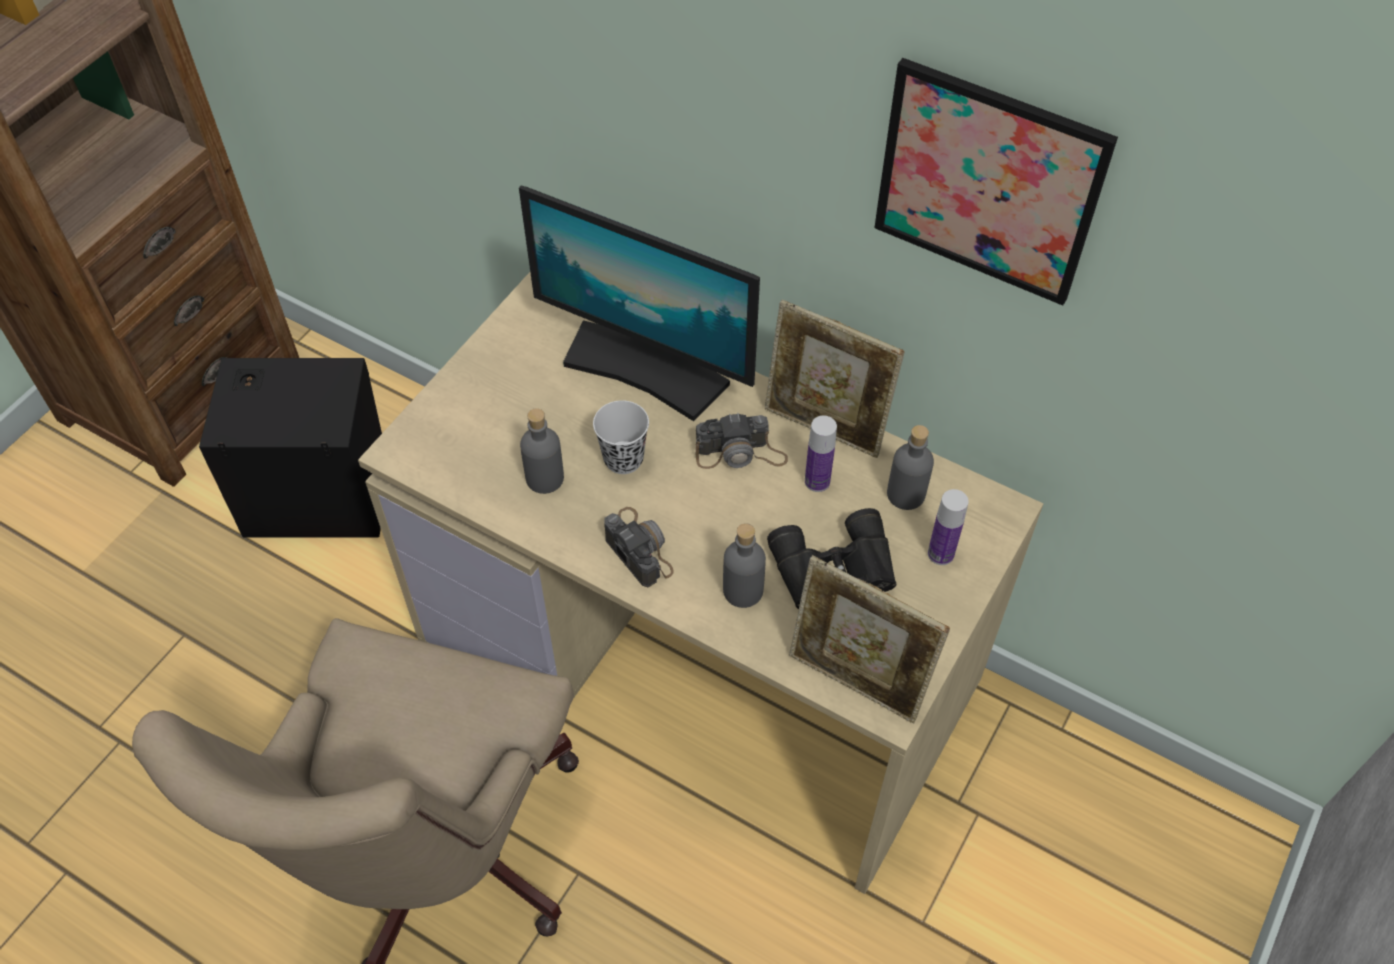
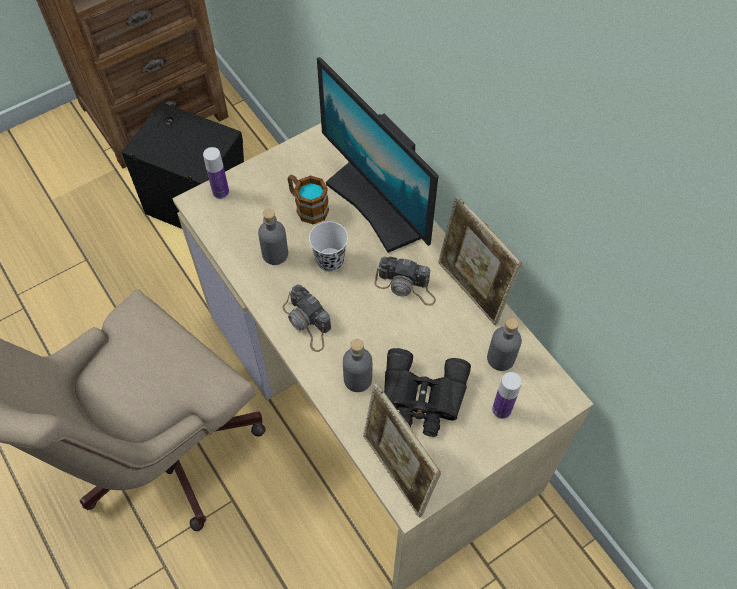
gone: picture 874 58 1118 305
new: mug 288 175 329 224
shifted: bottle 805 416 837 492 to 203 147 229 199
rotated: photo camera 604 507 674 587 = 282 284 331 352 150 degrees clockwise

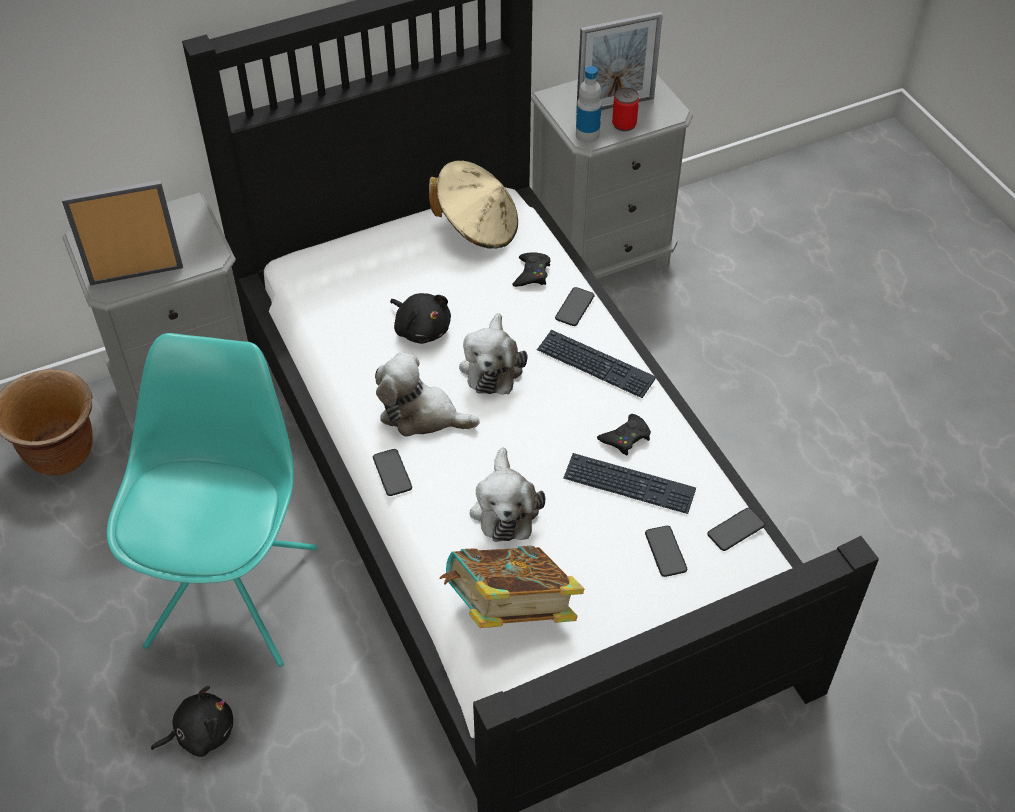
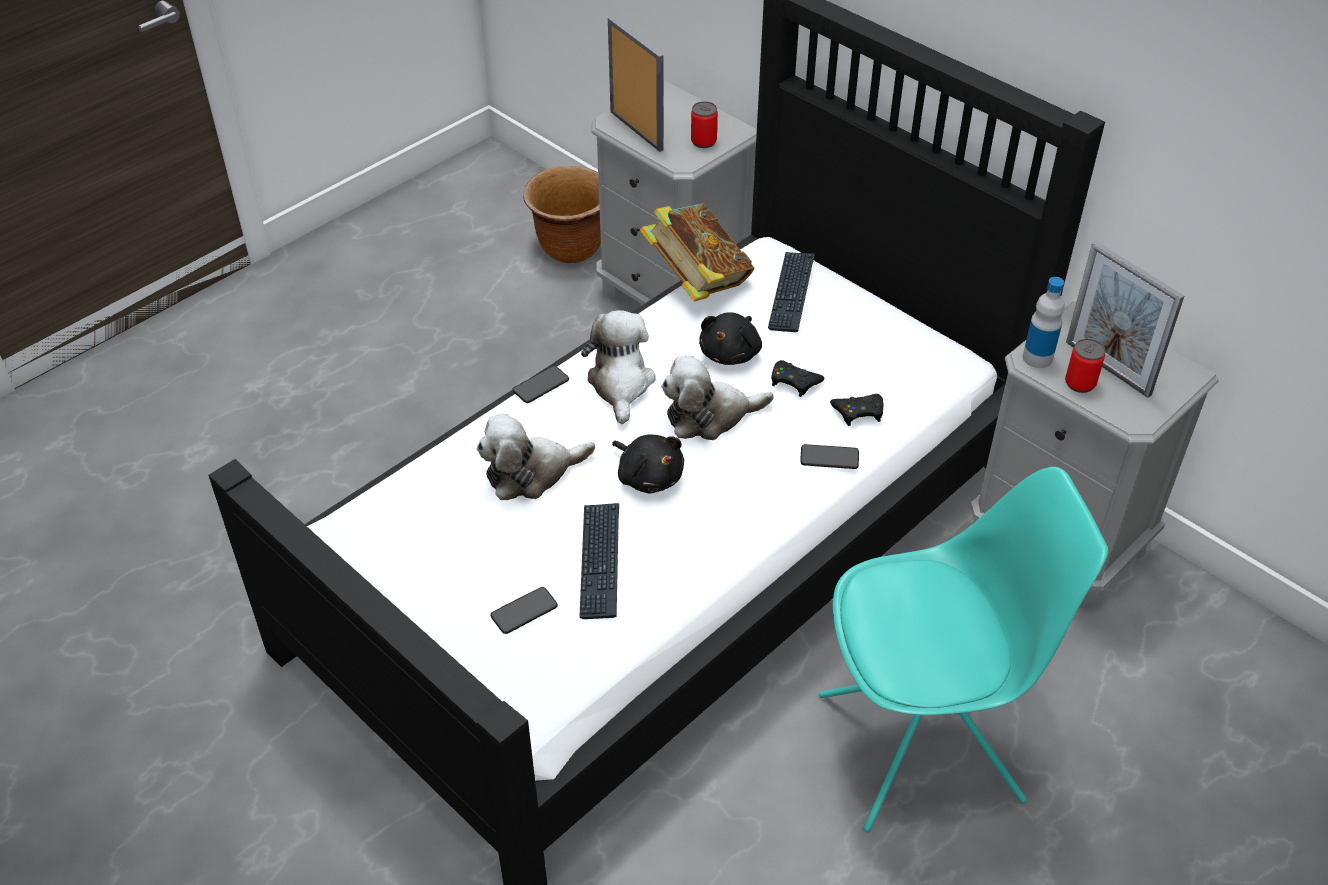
gone: hat (beige) 429 161 518 249; phone 707 508 765 551
new: can 691 101 718 148
shifted: chair (turquoise) 107 333 317 667 to 819 467 1108 832; plush toy (black) 151 686 233 757 to 612 434 684 493; book 440 546 584 628 to 640 203 754 302; keyboard 537 330 656 398 to 768 252 815 332; game controller (black) 597 414 651 456 to 771 360 825 397

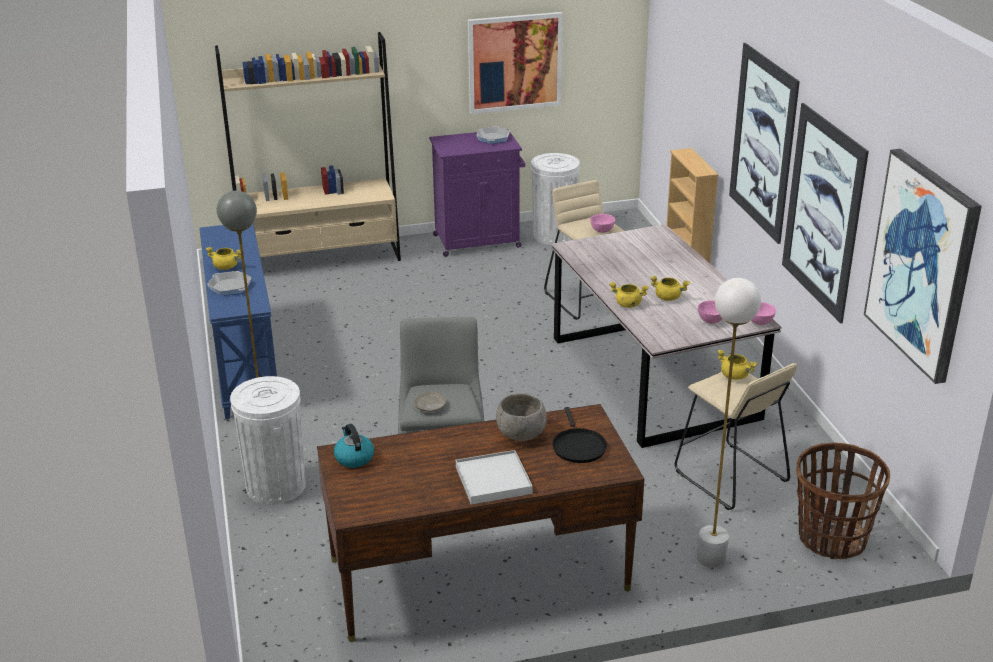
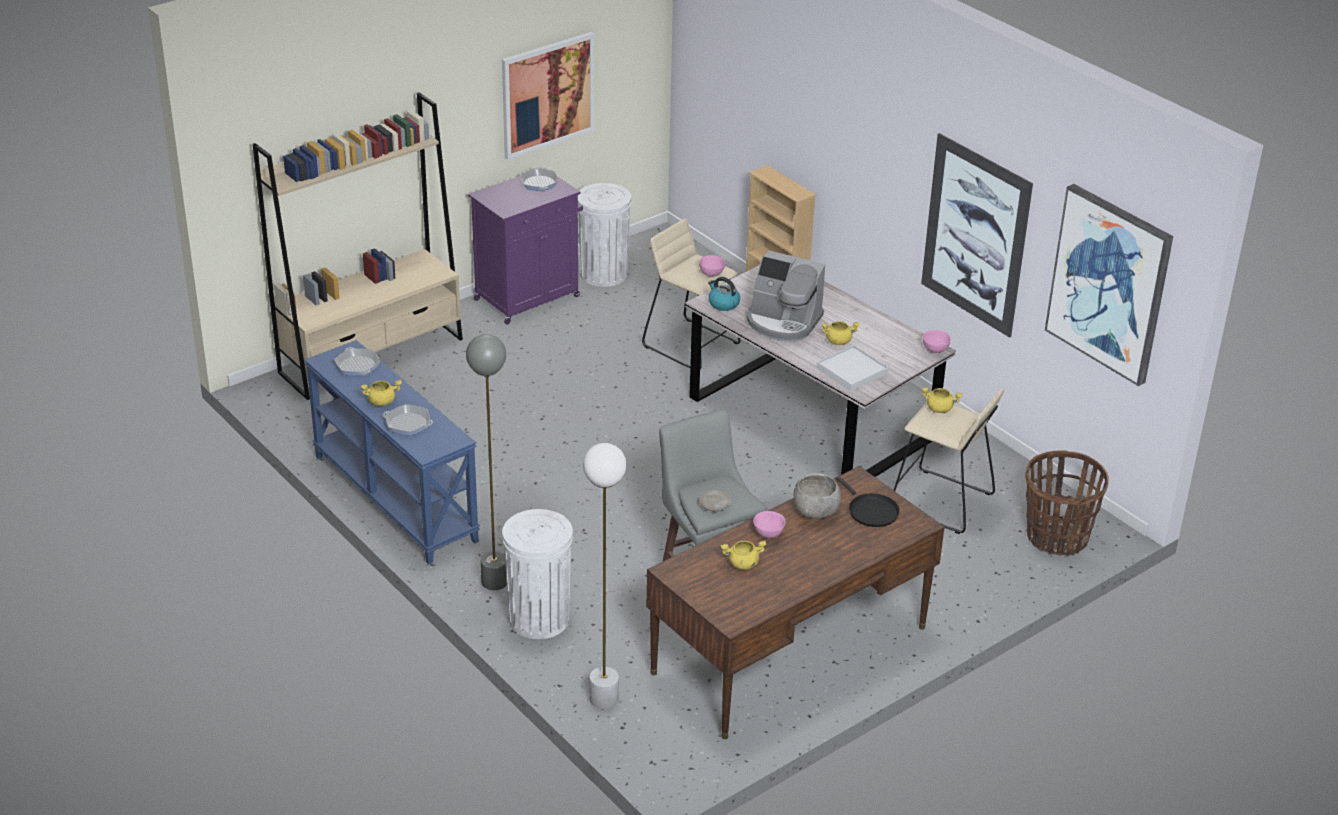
gone: picture 729 43 800 244
new: frying pan 334 347 380 376; coffee machine 747 251 825 342
shifted: kettle 334 424 374 468 to 708 277 740 311; tray (white) 456 450 533 505 to 817 345 888 391; cooking pot (yellow) 609 282 649 308 to 720 541 766 570; floor lamp (white) 697 278 761 568 to 583 443 626 709; bowl (pink) 698 300 722 324 to 753 511 786 538

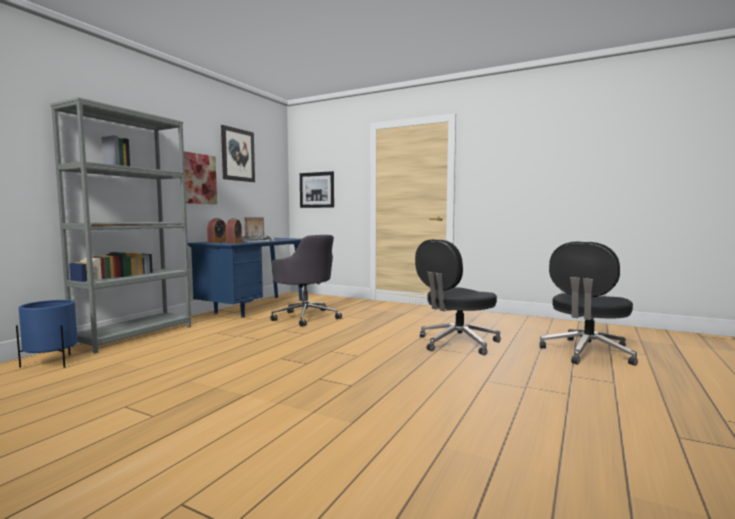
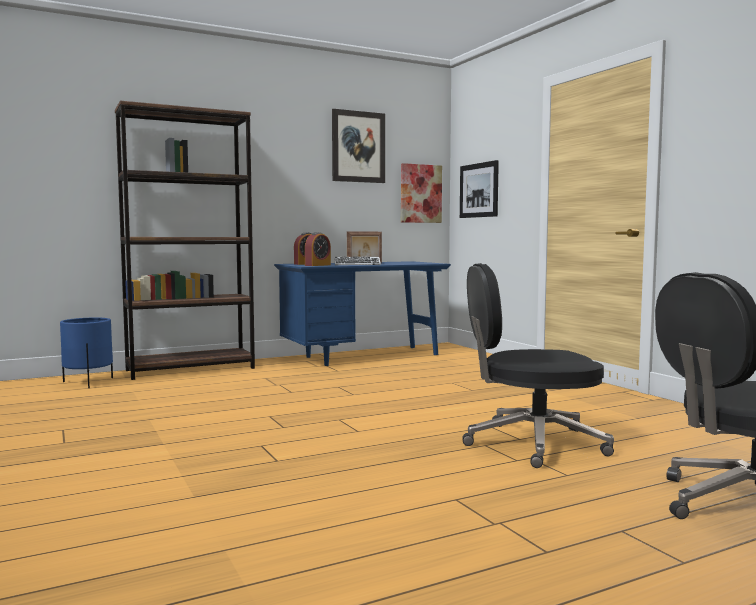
gone: office chair (grey) 270 235 342 326
shifted: picture 184 151 217 204 to 401 163 442 223
repainted: bookcase (grey) 50 97 191 353 to bookcase (brown) 115 101 255 380

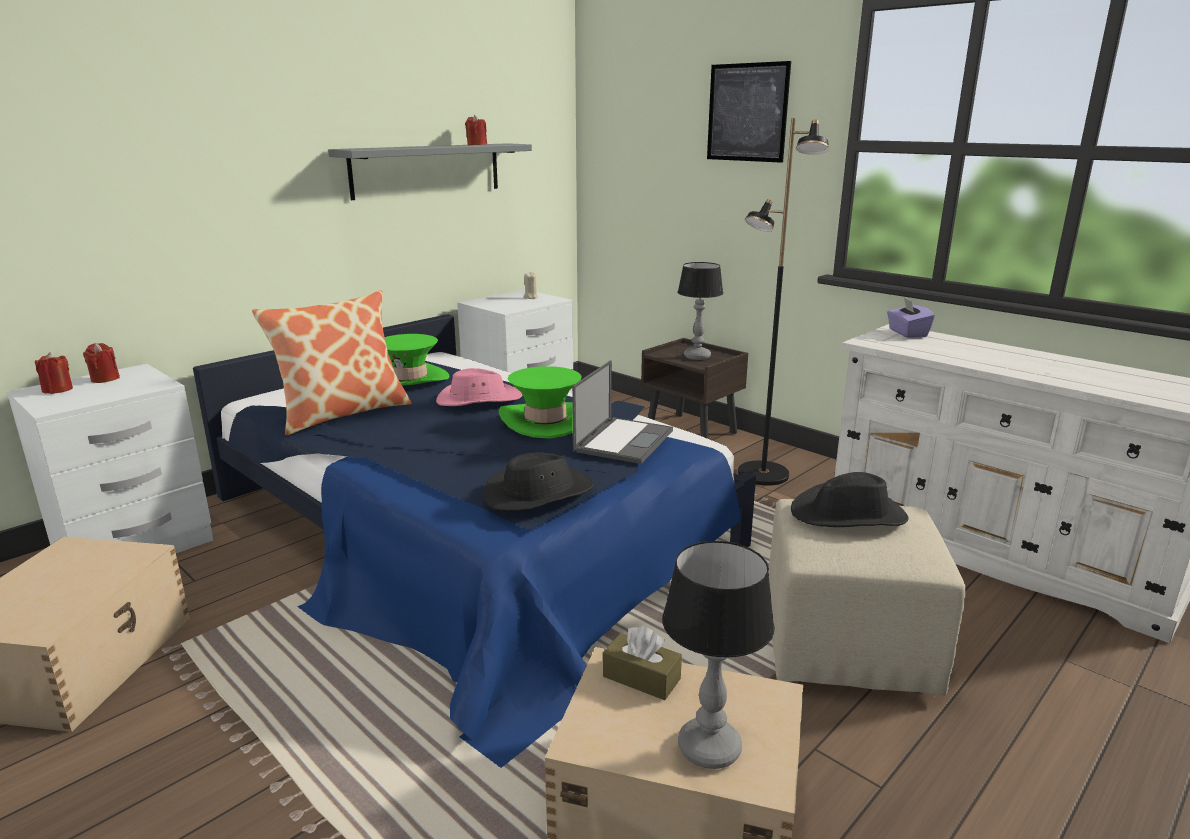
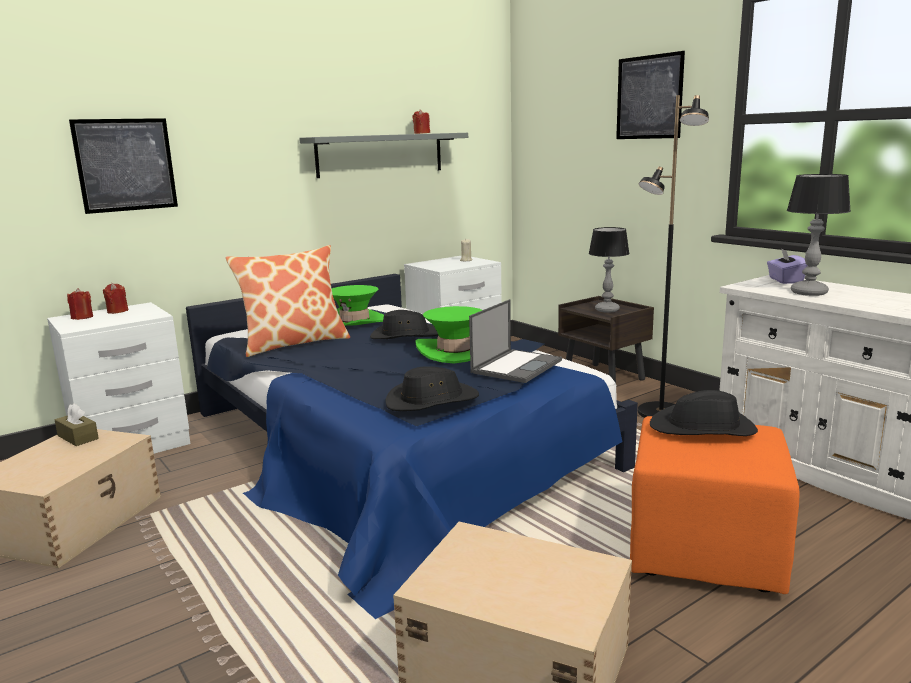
new: picture 69 118 178 214
shifted: tissue box (brown) 603 626 682 700 to 55 403 99 446; table lamp 662 541 774 769 to 787 174 851 296
repainted: hat (pink) 436 368 522 406 to hat (black) 370 310 438 339; ottoman (beige) 769 499 965 696 to ottoman (orange) 630 416 799 594

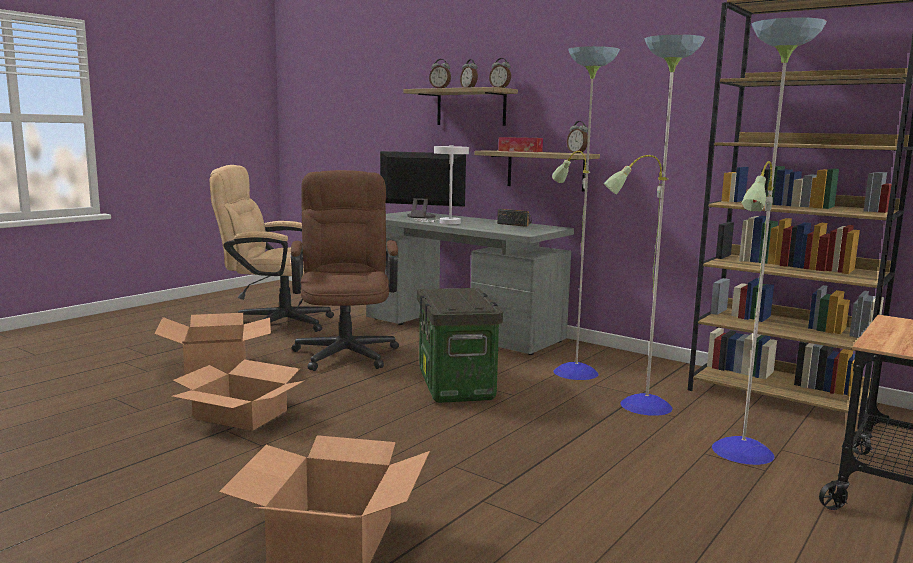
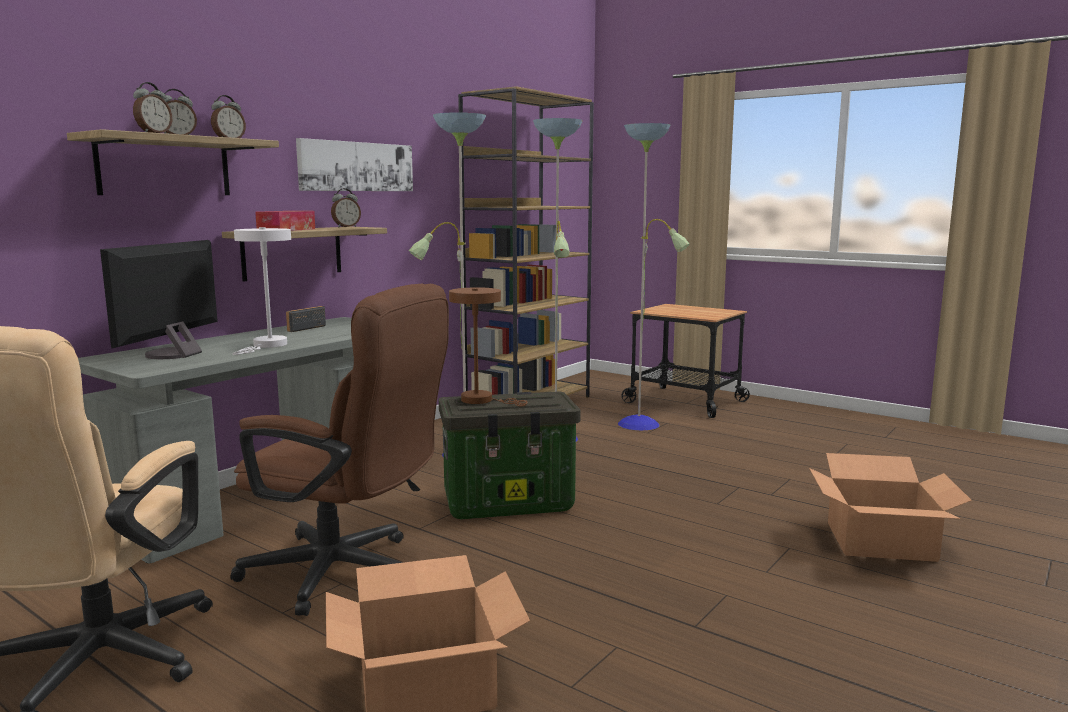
gone: cardboard box 172 360 304 431
new: picture 296 138 413 191; table lamp (brown) 449 287 528 407
rotated: office chair (brown) 290 170 399 371 = 230 284 449 616 150 degrees counterclockwise

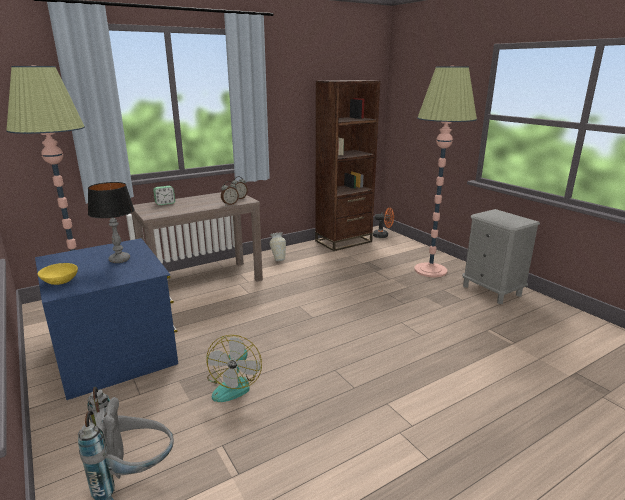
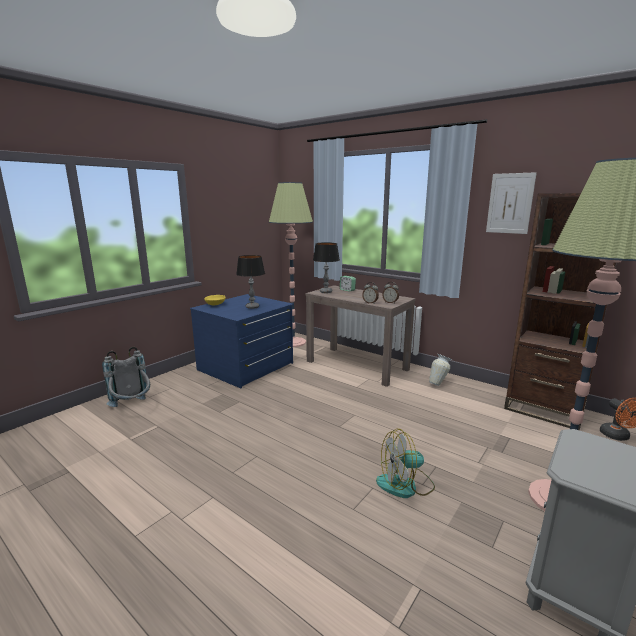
new: table lamp 313 242 340 293; picture 486 172 537 234
shifted: fan 206 335 262 402 to 376 429 435 498

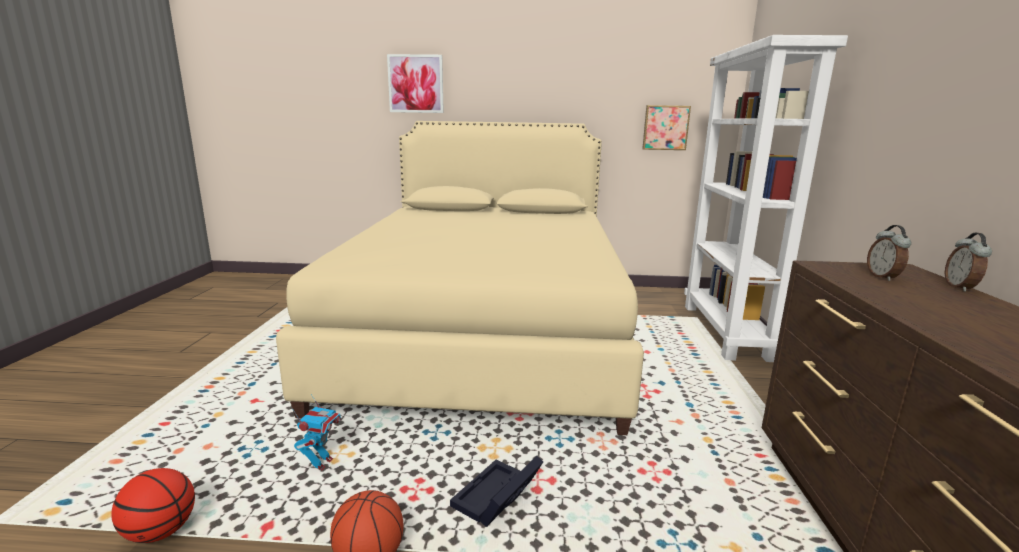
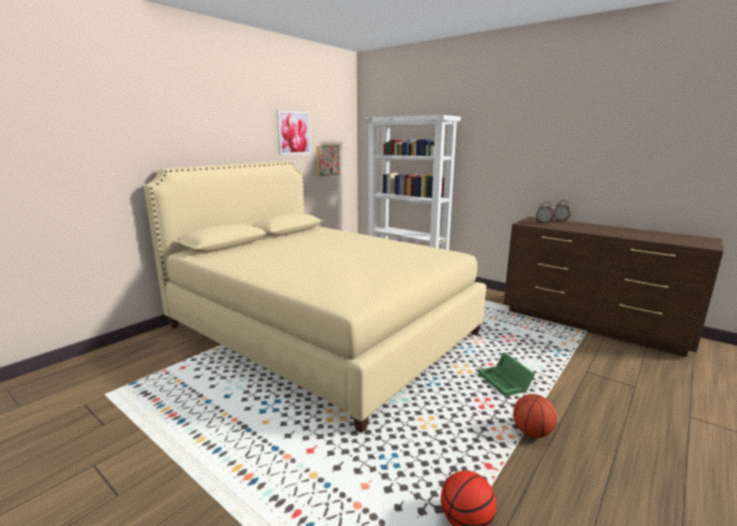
gone: toy robot 292 394 341 470
shifted: picture 387 54 444 113 to 276 110 311 155
repainted: storage box (black) 450 456 543 527 to storage box (green) 479 352 535 397

